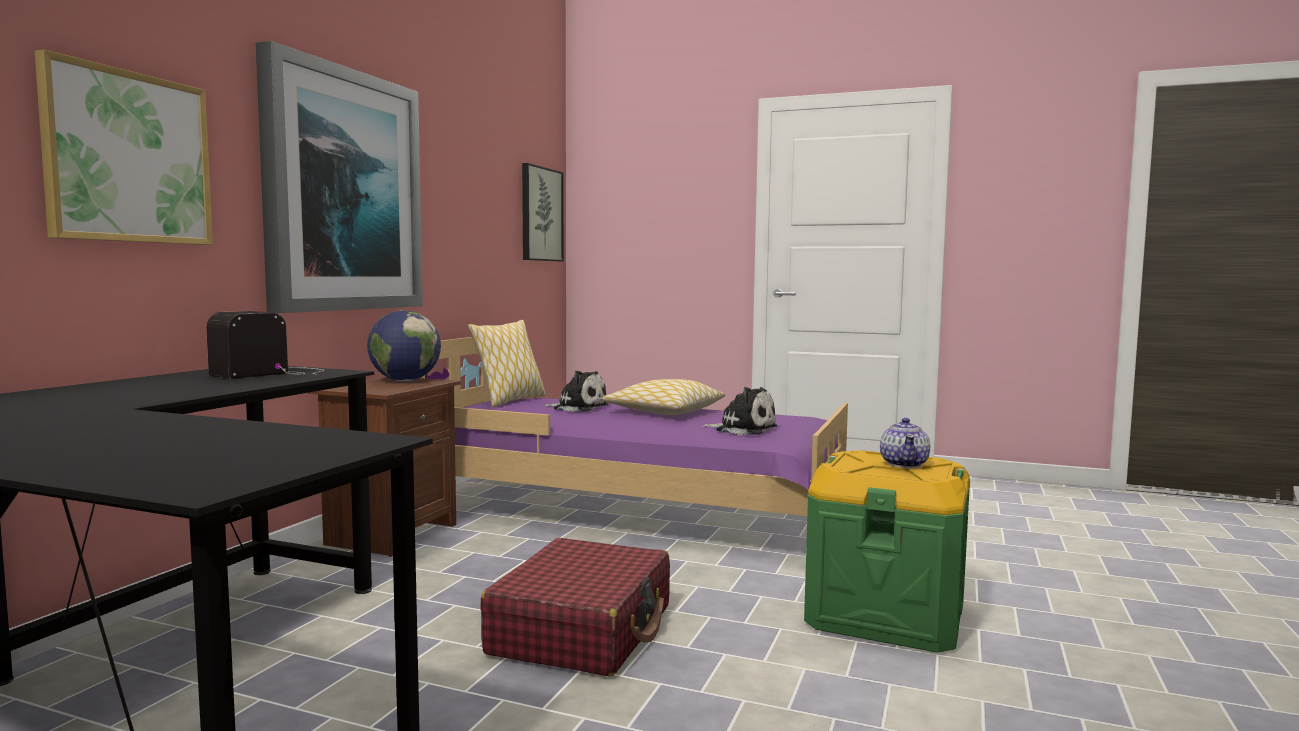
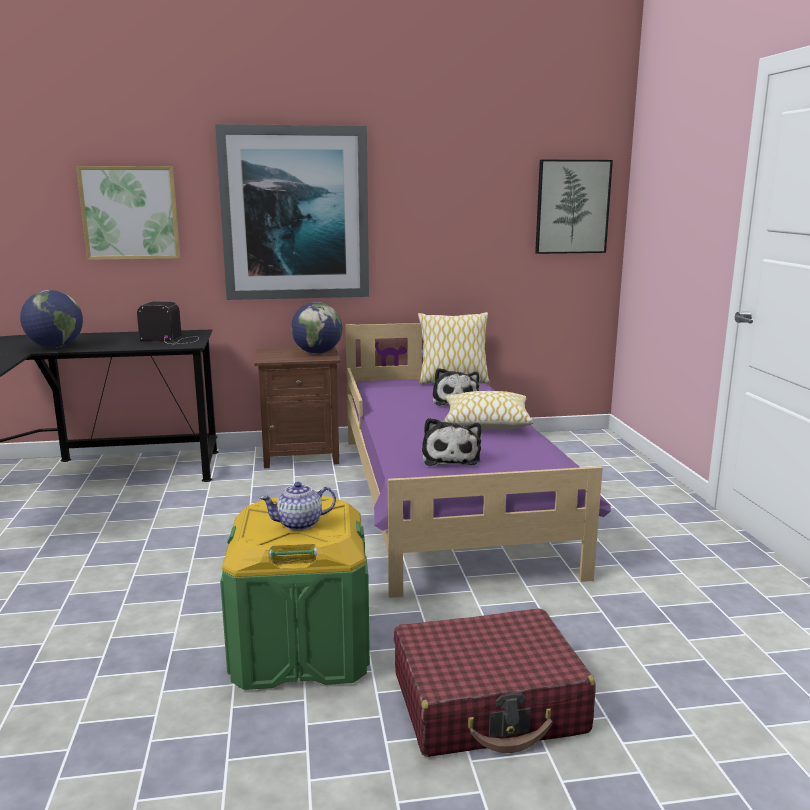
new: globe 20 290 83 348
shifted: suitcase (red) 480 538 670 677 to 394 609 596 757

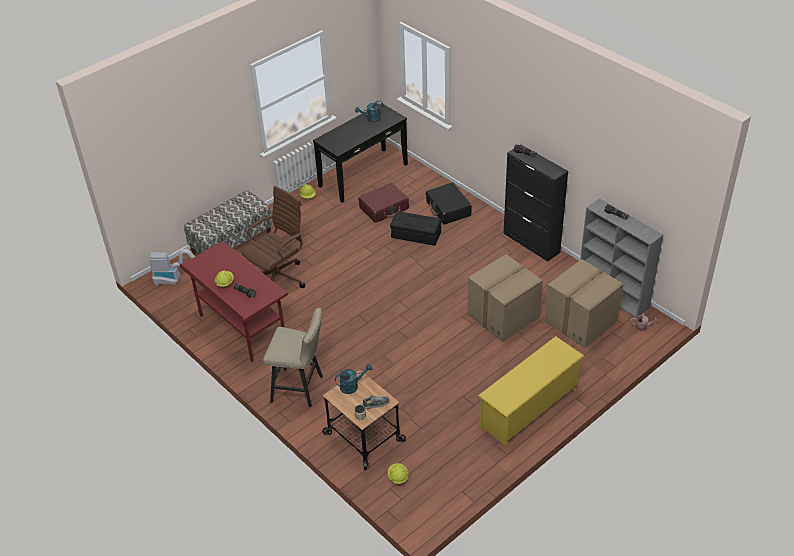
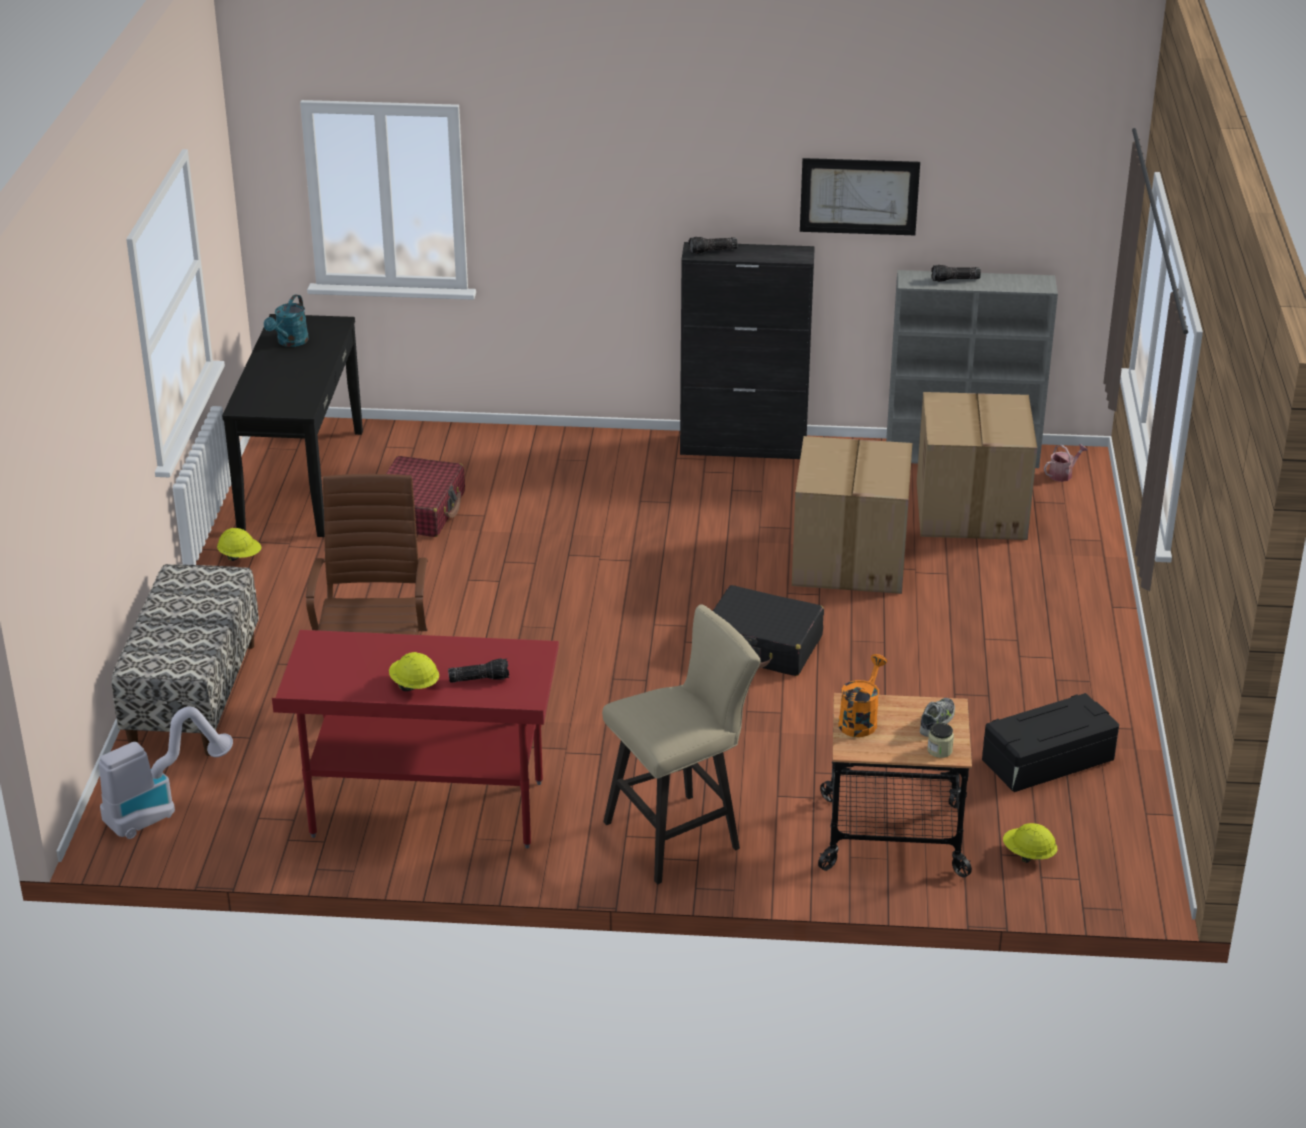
gone: shoe rack (yellow) 478 336 584 447
new: picture 800 158 920 235
shifted: storage box (black) 390 211 441 246 to 982 693 1119 792; suitcase (black) 426 183 472 225 to 713 585 824 676
repainted: watering can (turquoise) 335 364 372 394 to watering can (orange) 839 654 887 737

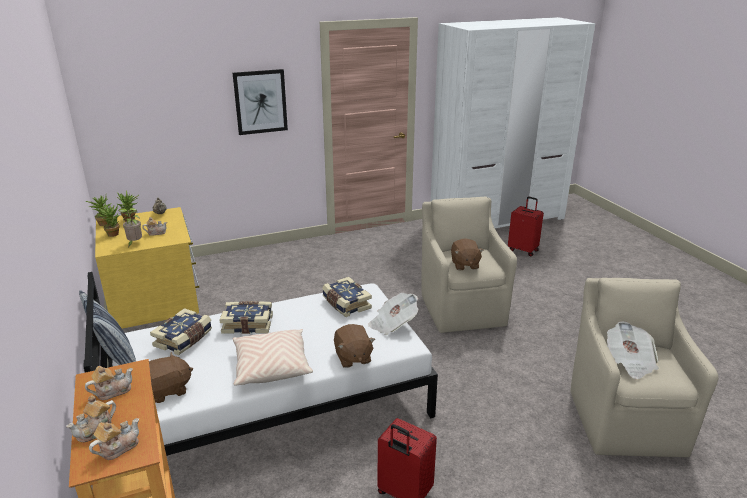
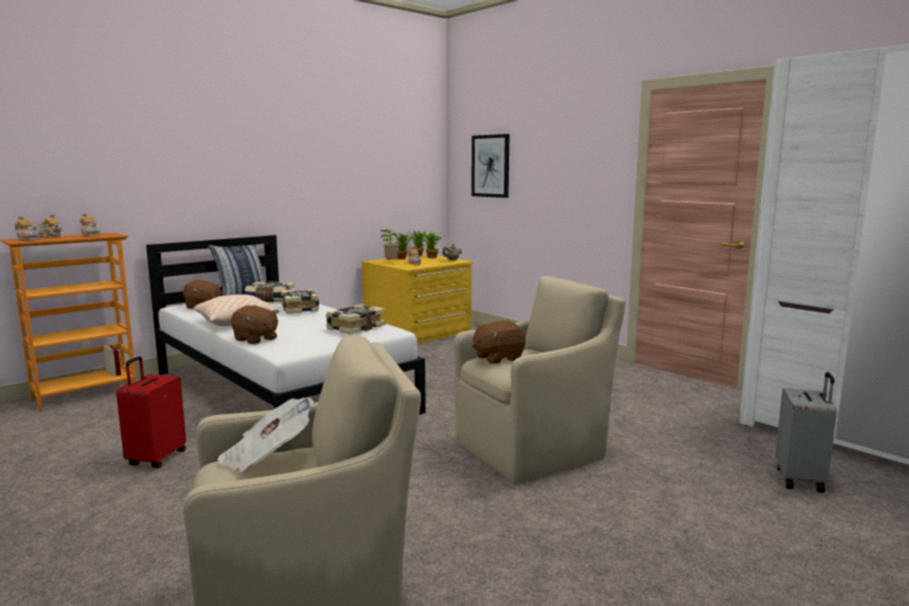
gone: newspaper 368 293 418 335
shifted: picture 233 69 288 135 to 471 134 510 198
repainted: suitcase (red) 508 197 544 256 to suitcase (grey) 775 372 837 493
rotated: plush toy (brown) 334 324 375 368 = 231 305 279 344 105 degrees counterclockwise

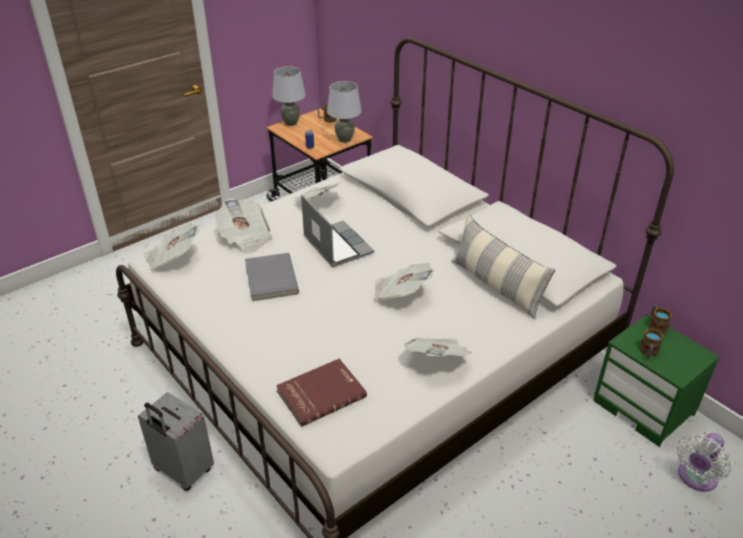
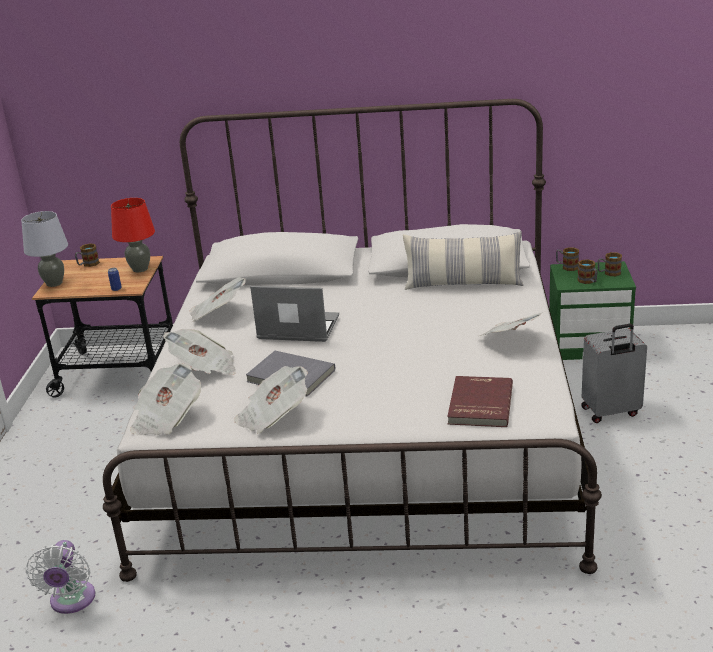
new: mug 598 252 622 276
shifted: suitcase (grey) 138 392 214 491 to 581 324 647 423; newspaper 374 263 434 300 to 234 366 308 434; fan (white) 676 433 732 492 to 26 540 95 614
repainted: table lamp (grey) 327 81 362 143 to table lamp (red) 111 198 155 272

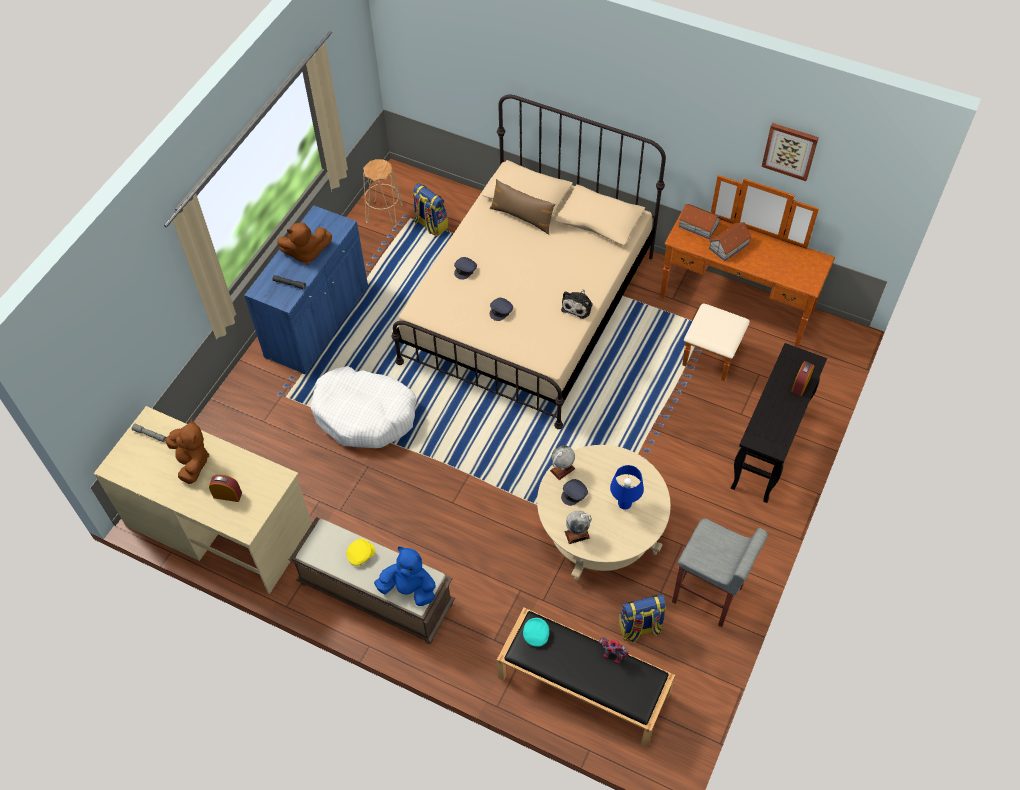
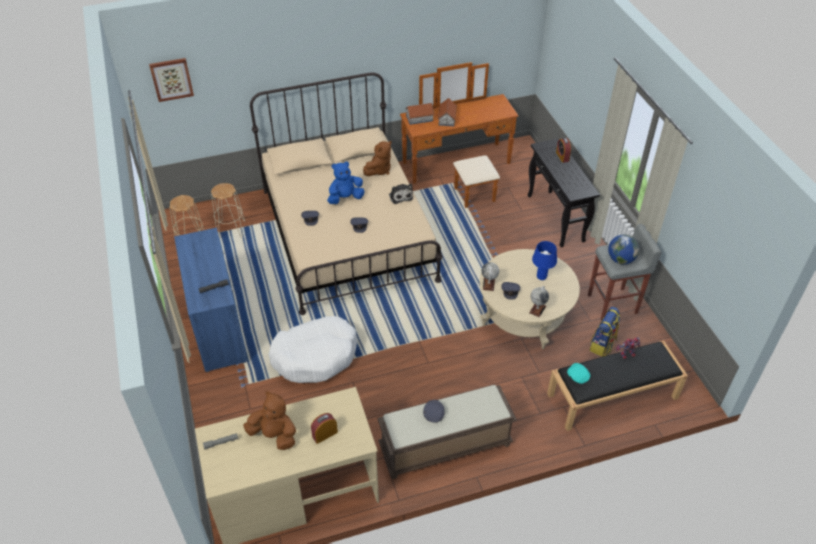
gone: pillow (brown) 490 179 556 234
new: globe 608 234 639 264
shifted: plush toy (brown) 277 222 332 265 to 363 141 391 176; plush toy (blue) 374 547 436 606 to 327 161 364 204; picture 761 123 819 181 to 149 58 194 102
swapped: backpack 412 183 448 236 to stool (beige) 211 183 245 238
repainted: cap (yellow) 347 539 375 566 to cap (grey) 423 400 445 423

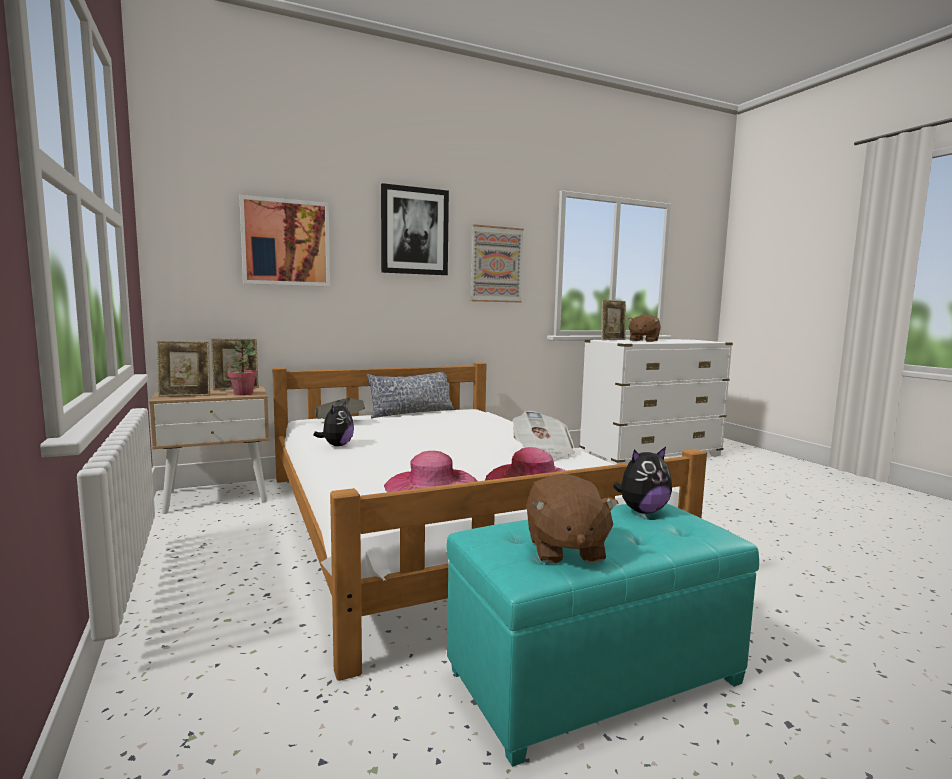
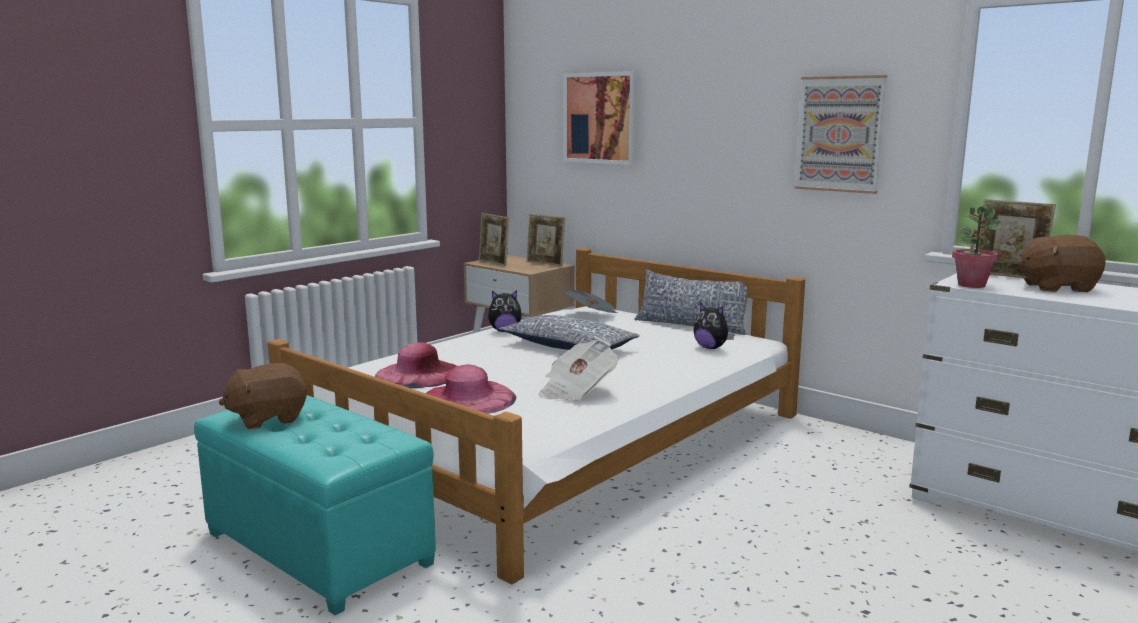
gone: picture 381 183 449 275
new: pillow 499 315 640 350
shifted: potted plant 227 341 258 395 to 952 206 1003 288; plush toy 613 447 672 514 to 693 303 735 349

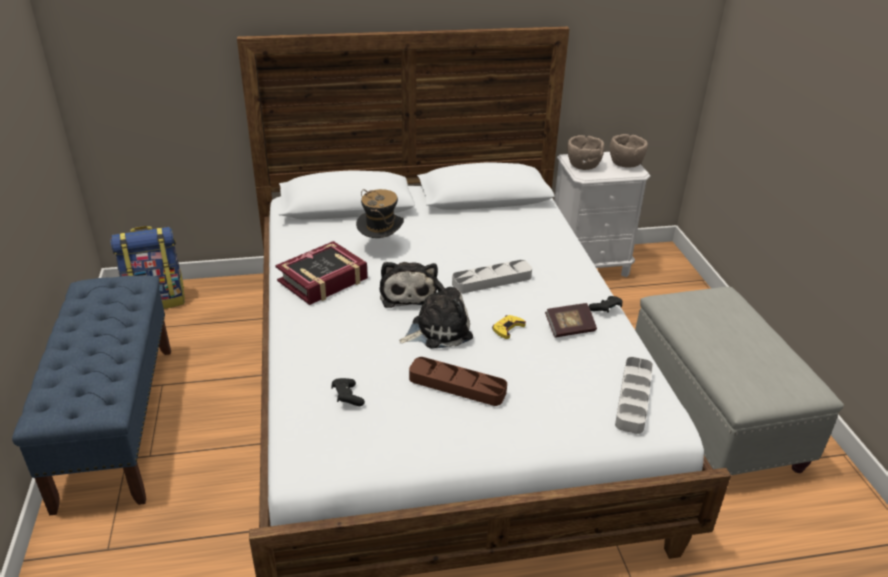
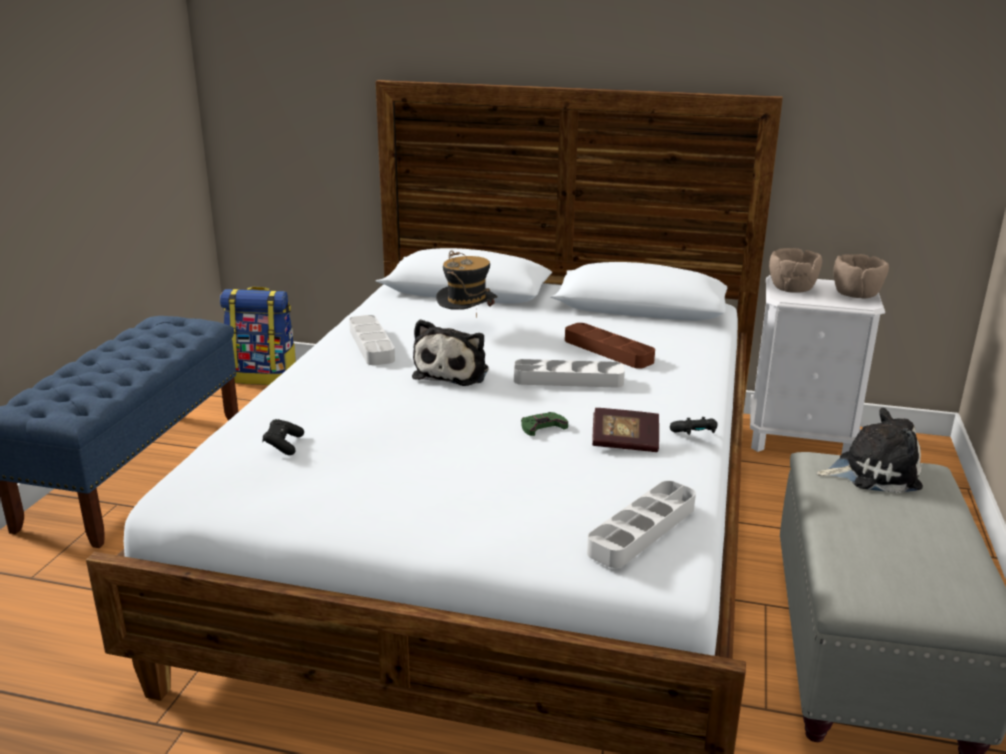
shifted: plush toy 399 280 473 349 to 817 408 923 494; tray (brown) 409 357 507 406 to 565 323 655 369
swapped: book 275 241 368 305 to tray (grey) 349 315 395 365
repainted: game controller (yellow) 492 315 526 339 to game controller (green) 521 412 568 436

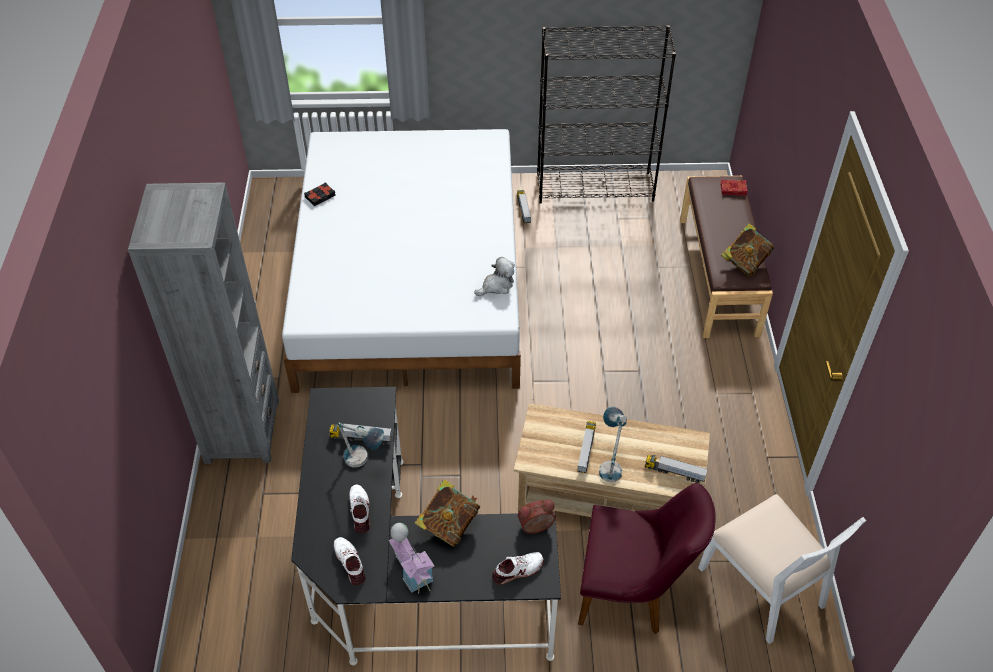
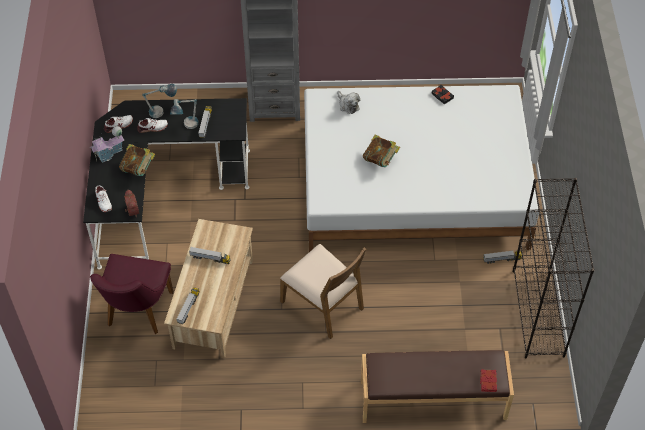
gone: chair (white) 698 494 866 644
new: chair (brown) 280 244 366 339
shifted: plush toy 474 257 515 296 to 337 91 360 114; table lamp 599 406 627 482 to 142 84 177 118; book 721 223 774 276 to 363 135 400 167

